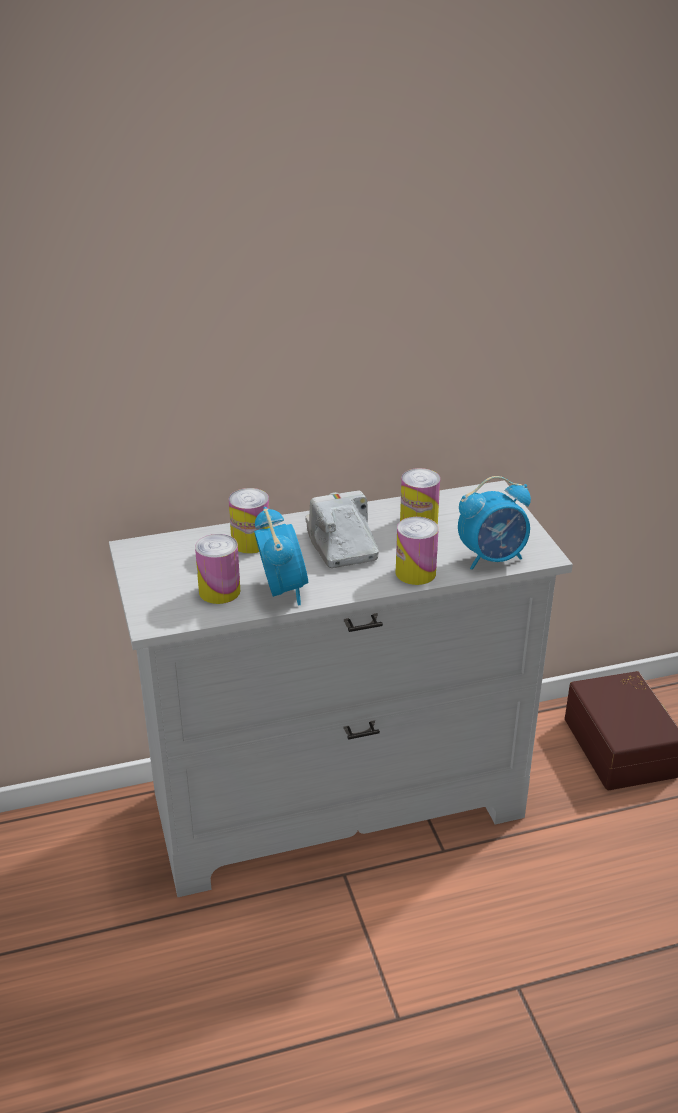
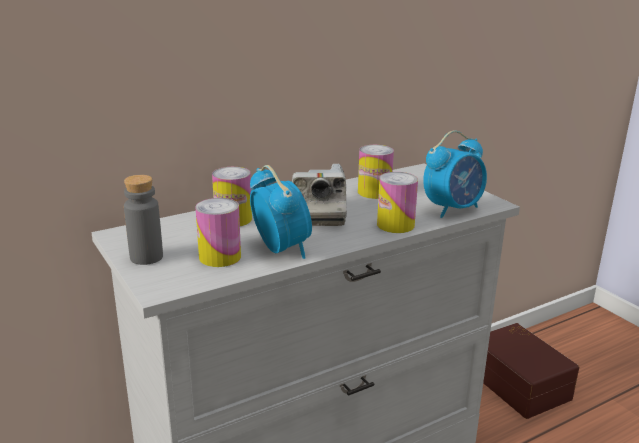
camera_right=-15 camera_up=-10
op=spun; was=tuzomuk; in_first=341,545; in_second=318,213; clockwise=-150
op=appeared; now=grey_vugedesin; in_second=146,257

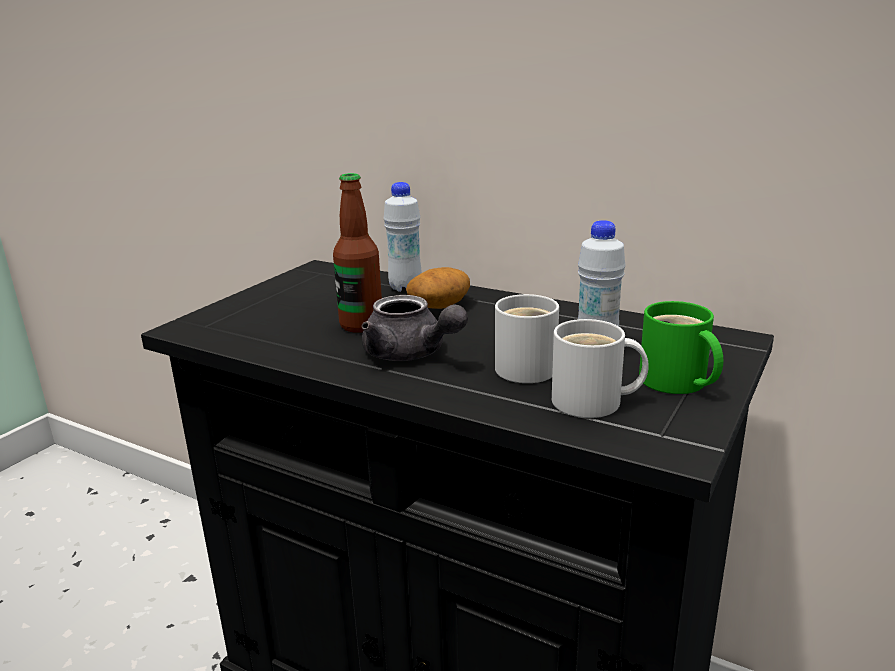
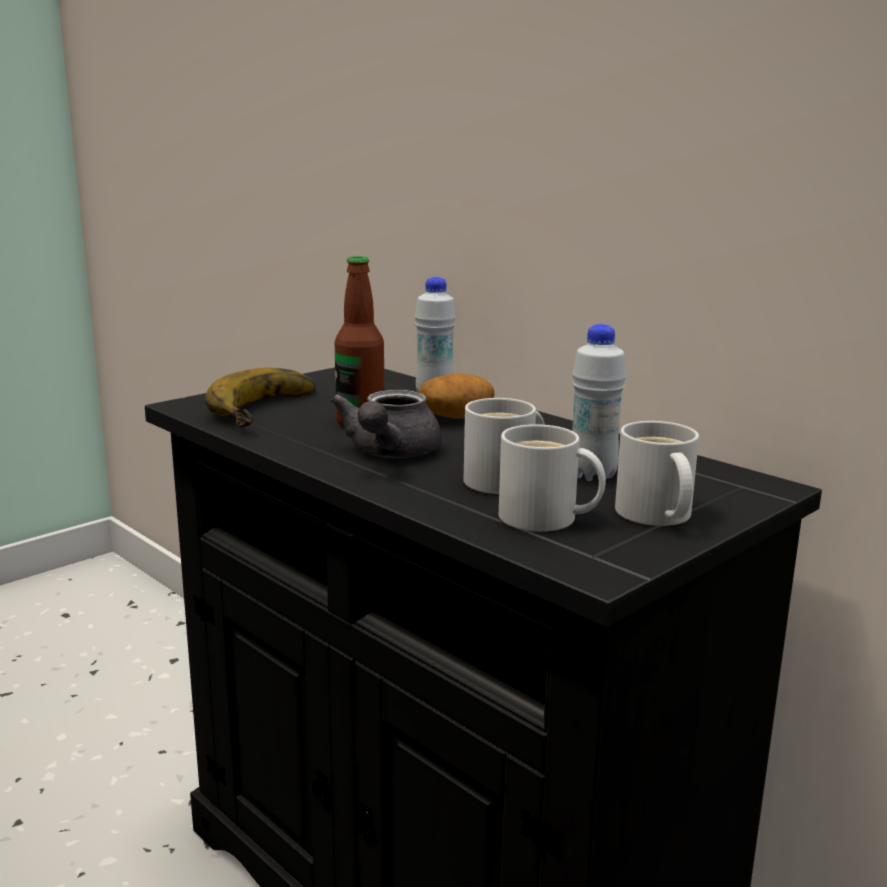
camera_right=15 camera_up=-5
op=spun; was=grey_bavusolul; in_first=411,354; in_second=389,454; clockwise=45
op=colour; was=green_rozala; now=white_rozala; in_first=675,383; in_second=653,515
op=appeared; now=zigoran; in_second=274,410

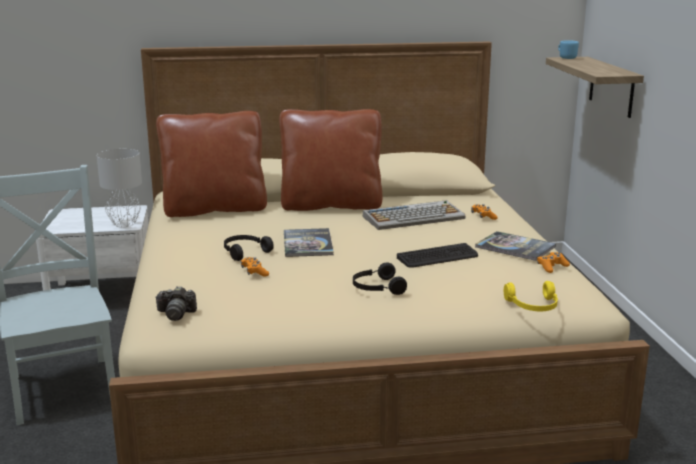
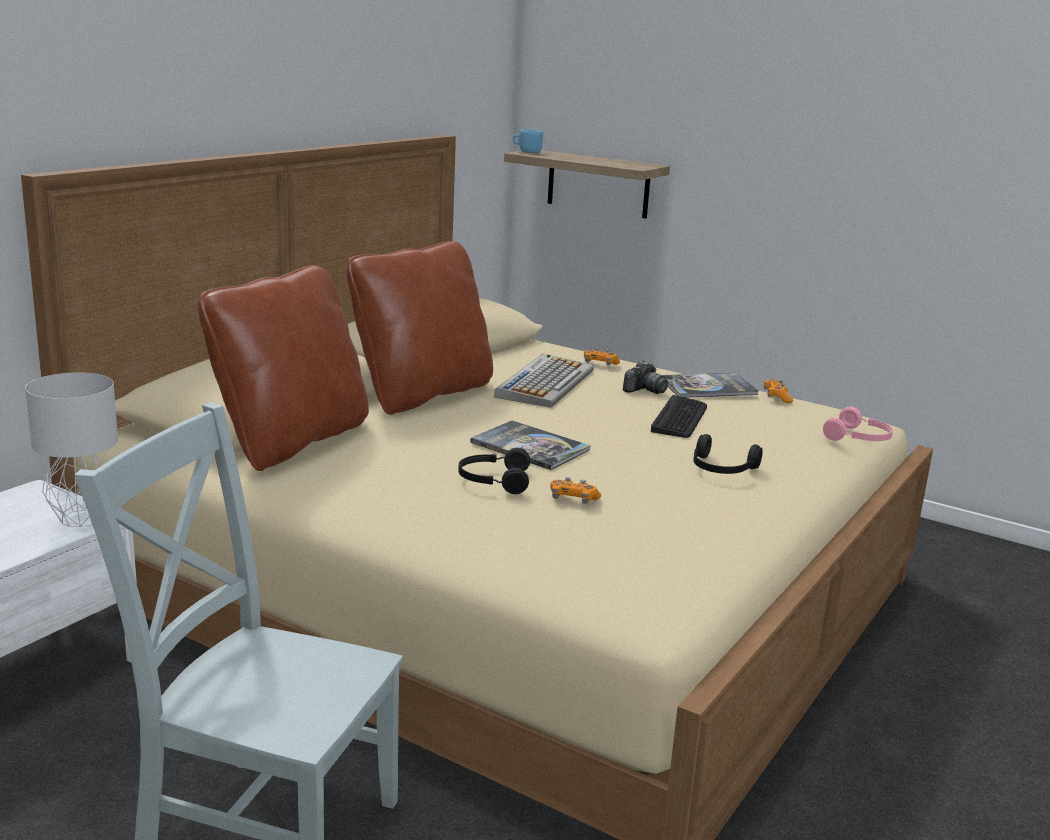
camera_right=-50 camera_up=0
op=relocated; was=tuzomuk; in_first=176,314; in_second=644,390
op=colour; was=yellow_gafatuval; now=pink_gafatuval; in_first=533,306; in_second=859,438

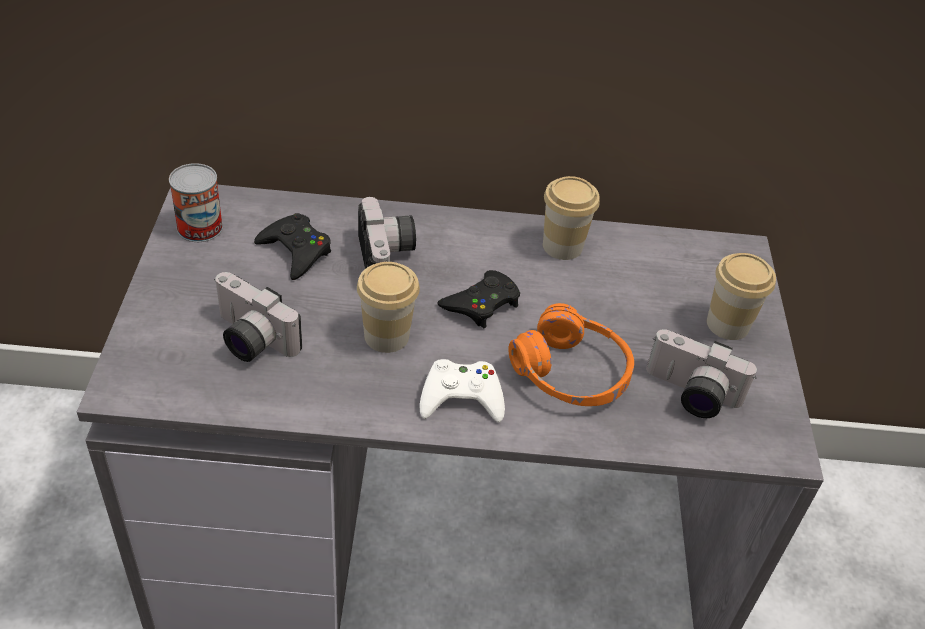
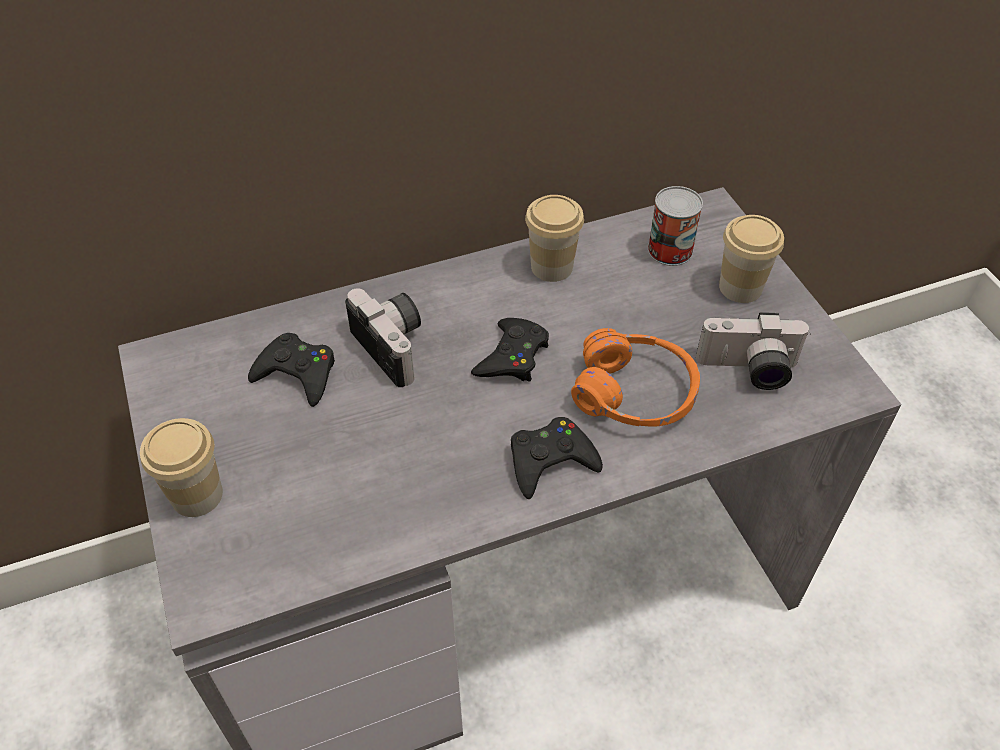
camera_right=-20 camera_up=5
op=relocated; was=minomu; in_first=200,227; in_second=670,250
op=missing; was=tuzomuk; in_first=249,340
op=relocated; was=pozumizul; in_first=386,336; in_second=197,495
op=colour; was=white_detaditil; now=black_detaditil; in_first=461,397; in_second=550,461

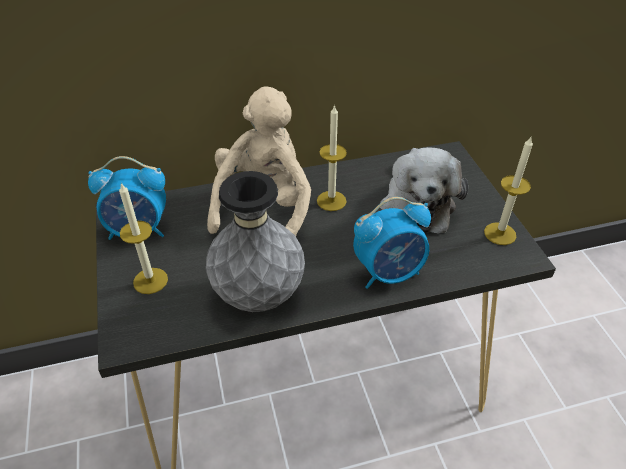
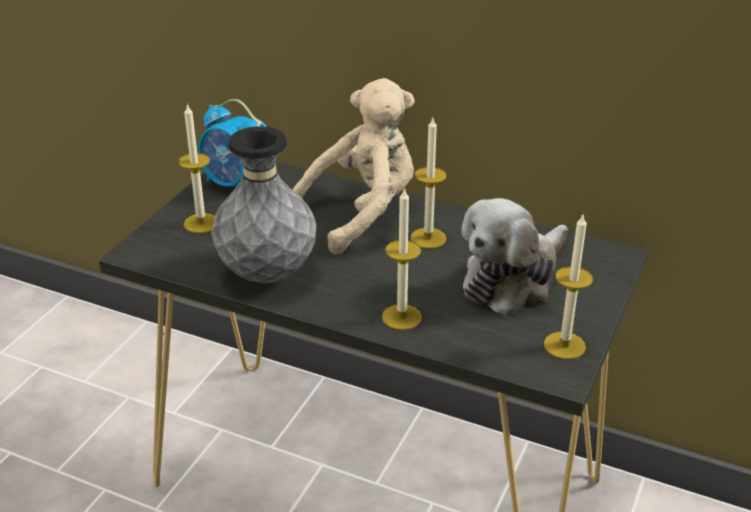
camera_right=40 camera_up=-10
op=exchanged; was=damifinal; now=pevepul; in_first=389,273; in_second=401,317

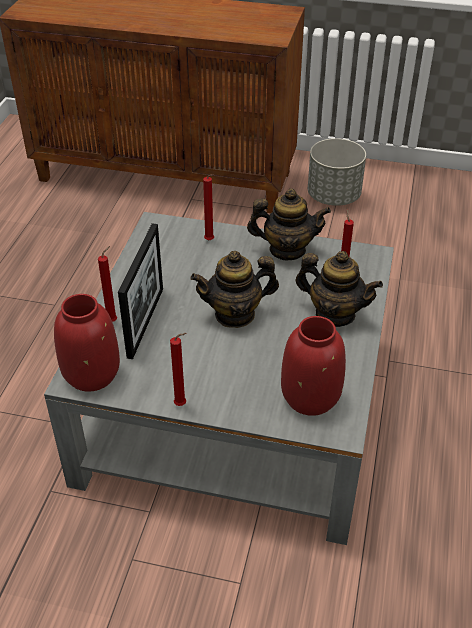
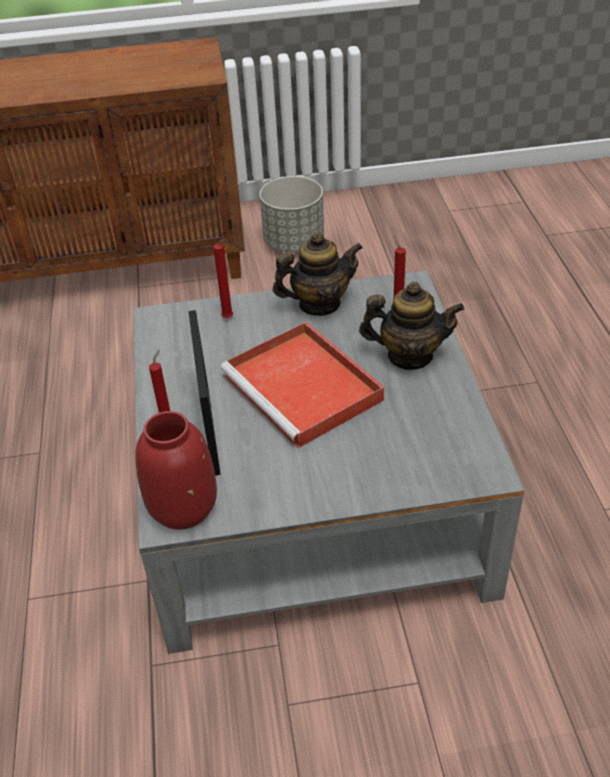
camera_right=-20 camera_up=0
op=missing; was=red_pevepul; in_first=182,404
op=exchanged; was=bavusolul; now=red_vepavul; in_first=235,314; in_second=305,389
op=missing; was=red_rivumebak; in_first=309,397

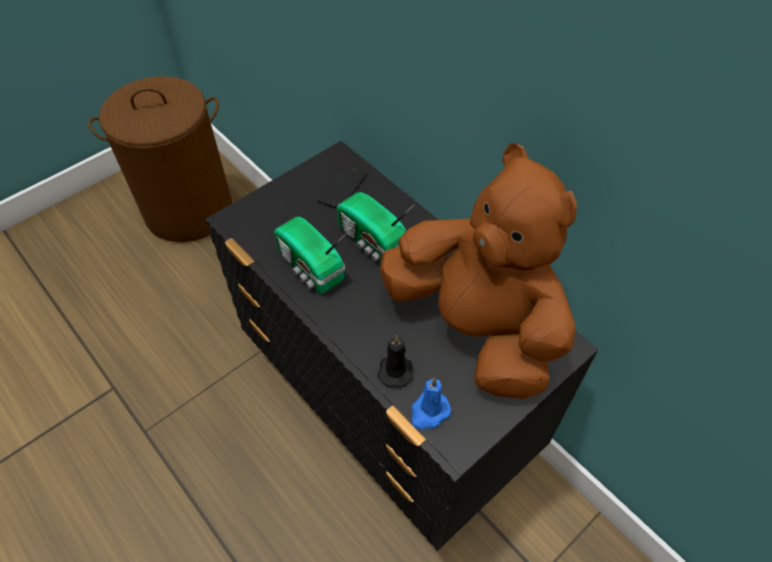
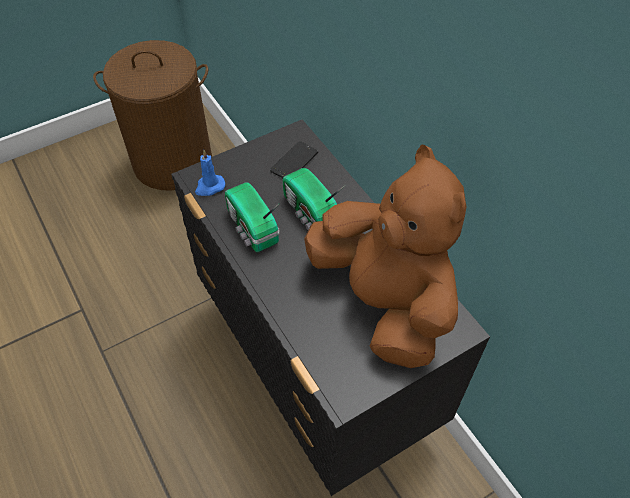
camera_right=10 camera_up=0
op=missing; was=black_pevepul; in_first=395,369
op=relocated; was=blue_pevepul; in_first=429,412; in_second=209,187

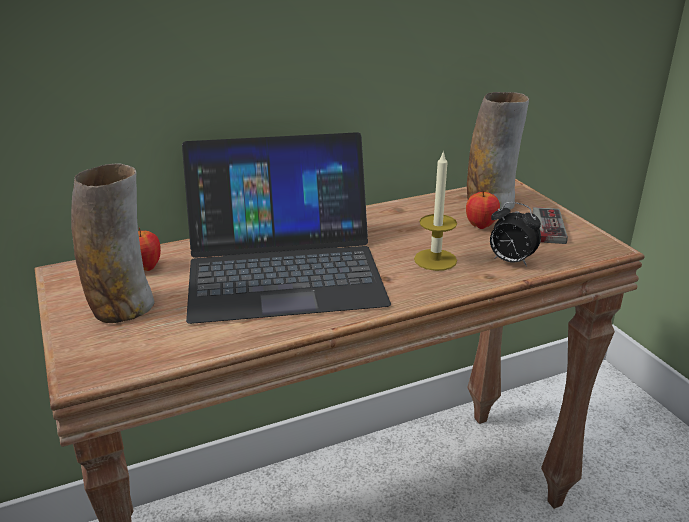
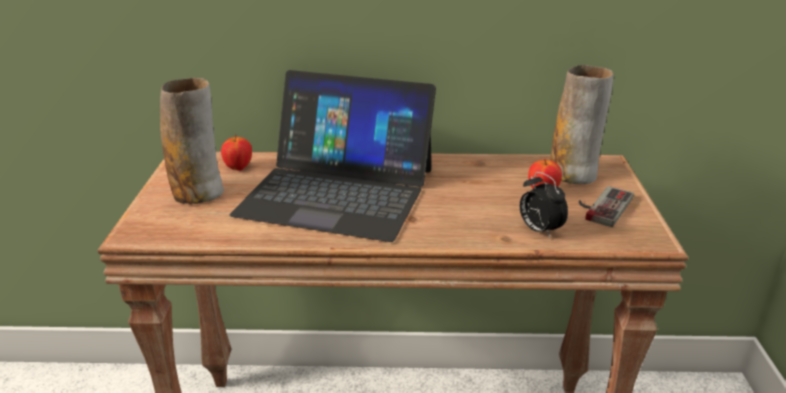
camera_right=25 camera_up=0
op=missing; was=pevepul; in_first=435,260

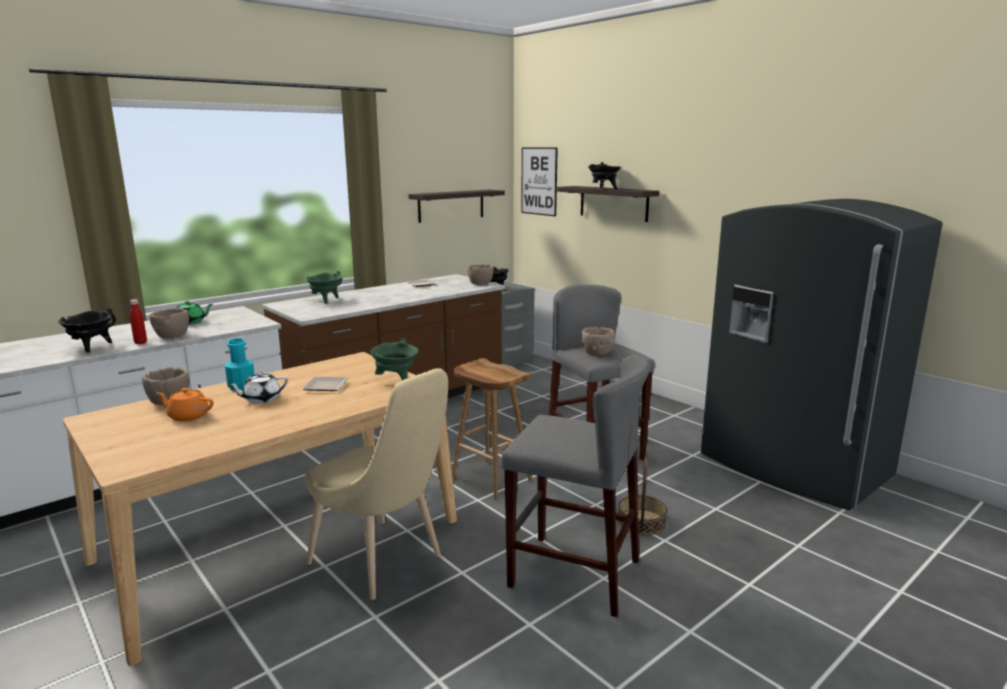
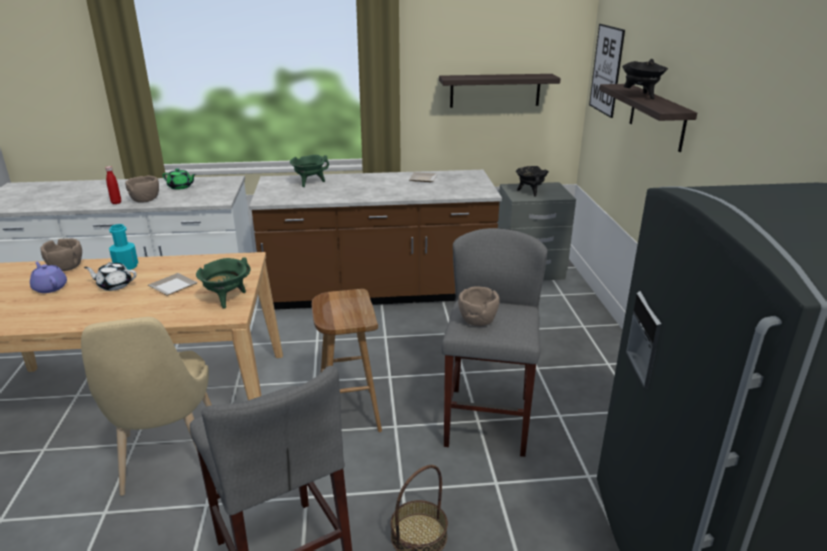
camera_right=35 camera_up=10
op=missing; was=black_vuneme; in_first=91,347
op=colour; was=orange_bavusolul; now=purple_bavusolul; in_first=187,416; in_second=50,287
op=missing; was=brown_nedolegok; in_first=480,283

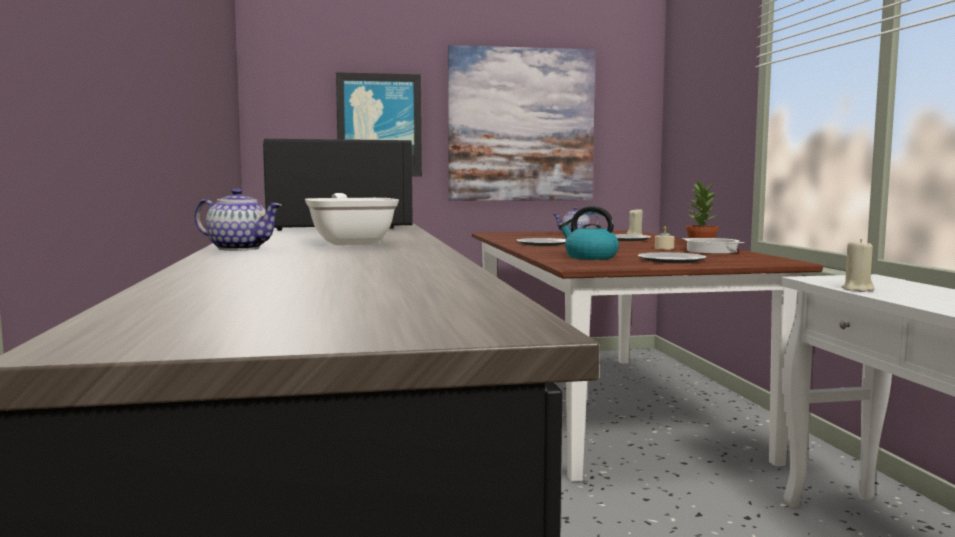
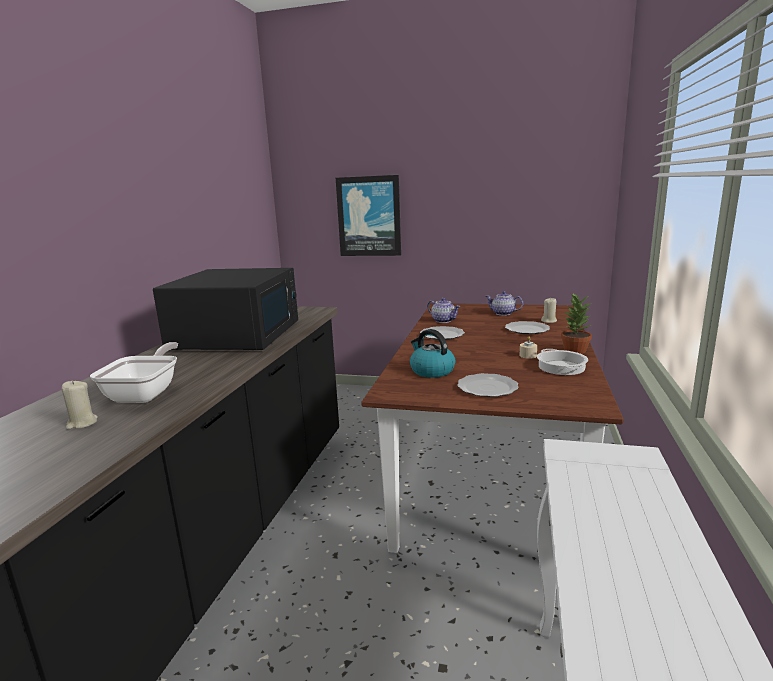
camera_right=25 camera_up=10
op=relocated; was=bavusolul; in_first=240,248; in_second=444,321
op=missing; was=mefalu; in_first=521,125
op=relocated; was=beige_pevepul; in_first=857,289; in_second=82,423

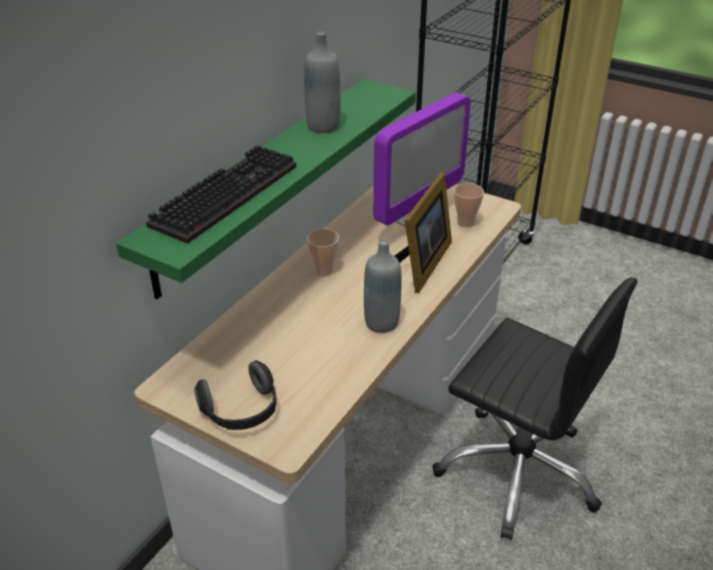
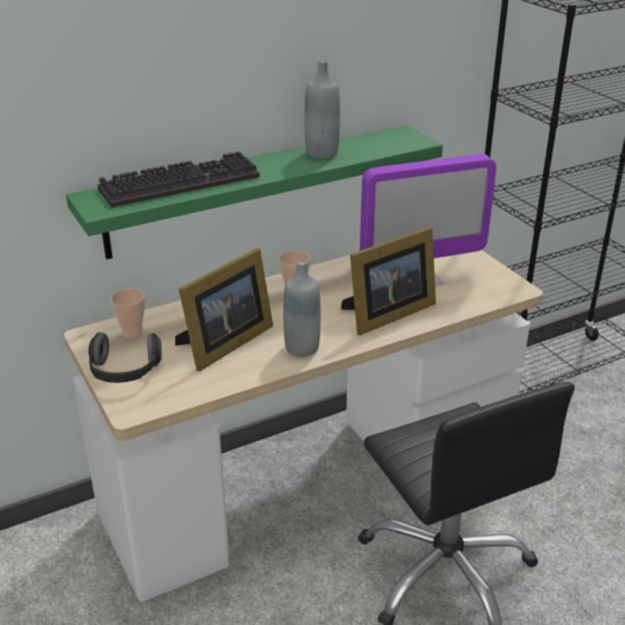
camera_right=30 camera_up=-5
op=relocated; was=pozumizul; in_first=465,223; in_second=132,333
op=appeared; now=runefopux; in_second=224,344

